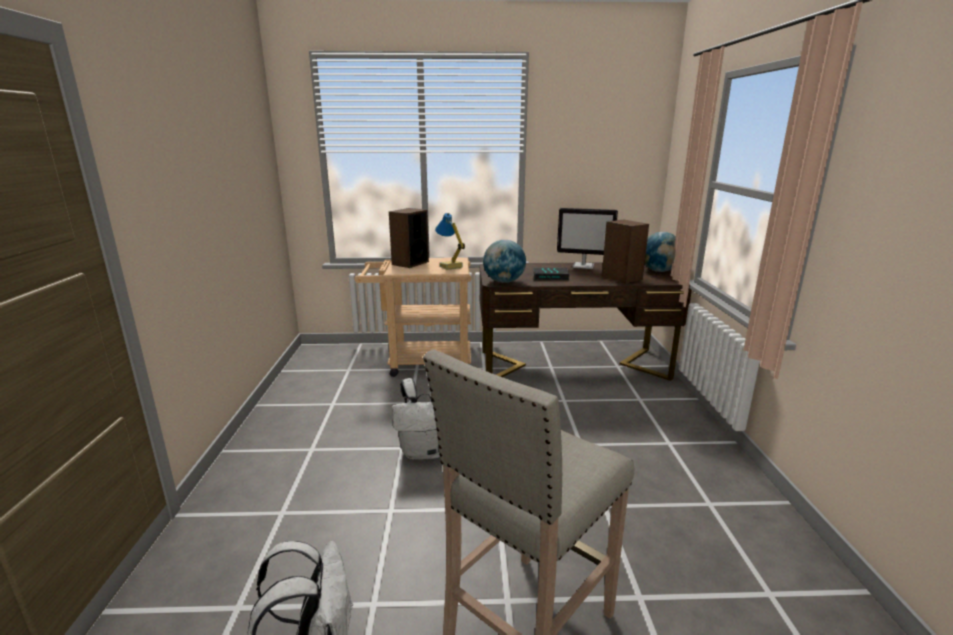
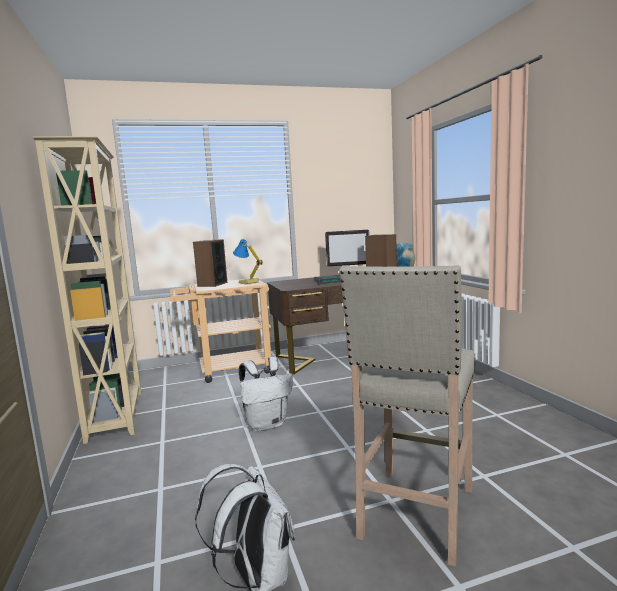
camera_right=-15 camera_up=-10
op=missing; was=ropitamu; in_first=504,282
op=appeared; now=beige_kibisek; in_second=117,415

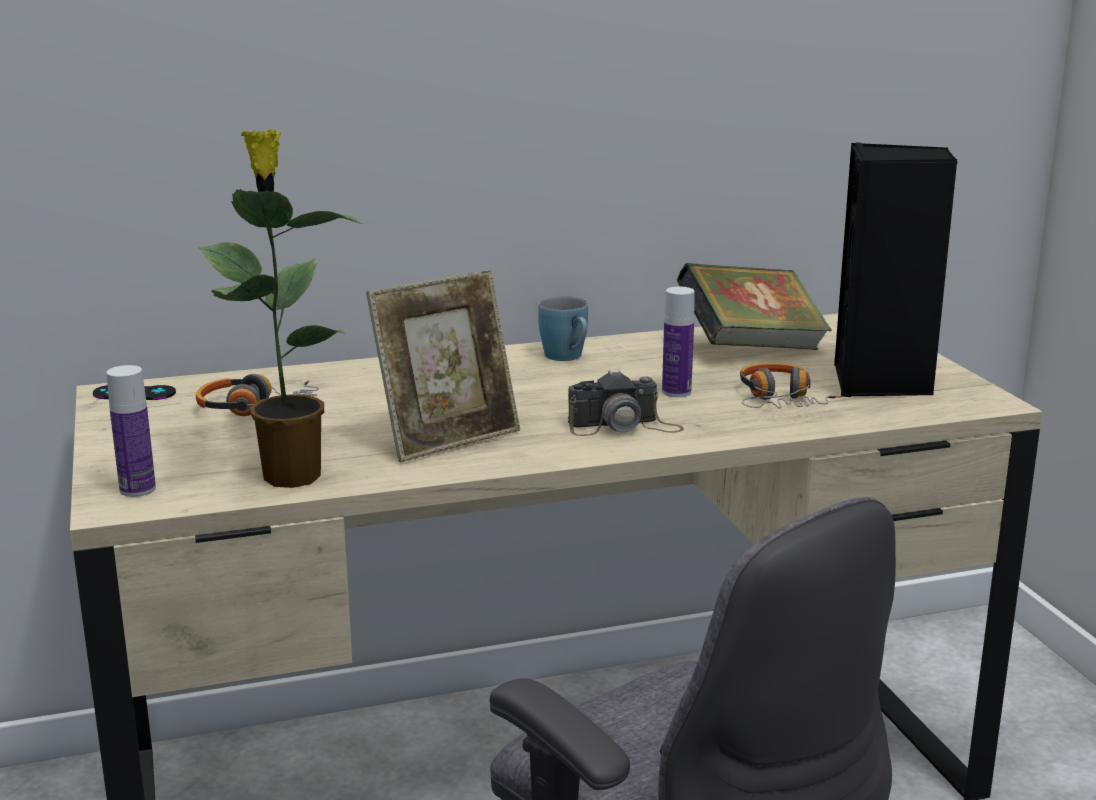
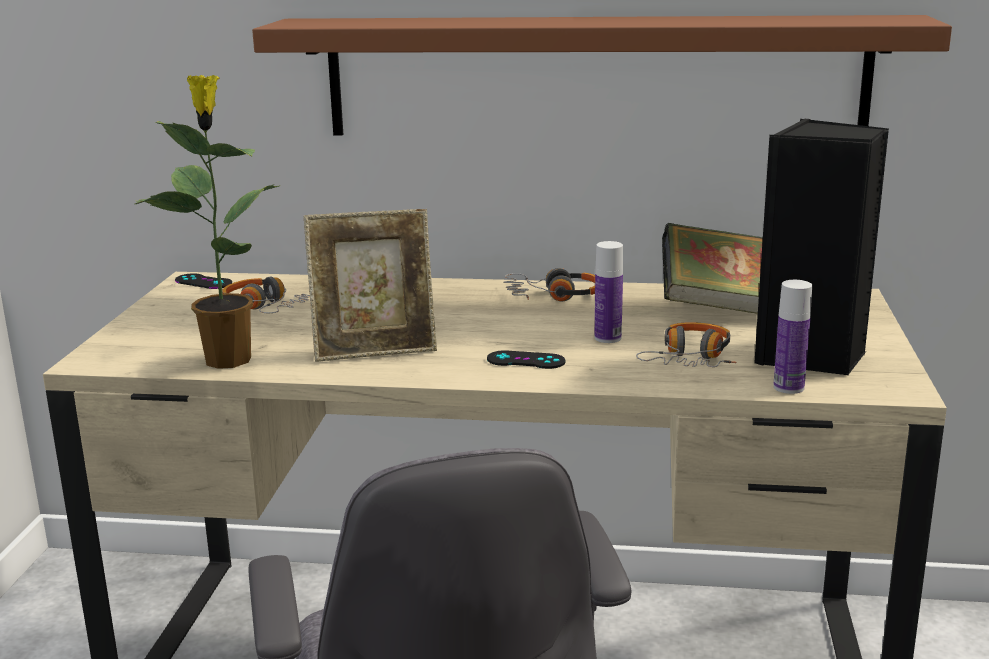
camera_right=25 camera_up=0
op=relocated; was=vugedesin; in_first=137,489; in_second=788,387
op=exchanged; was=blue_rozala; now=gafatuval; in_first=568,358; in_second=553,296
op=exchanged; was=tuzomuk; now=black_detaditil; in_first=624,426; in_second=526,360
op=appeared; now=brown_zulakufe; in_second=593,77

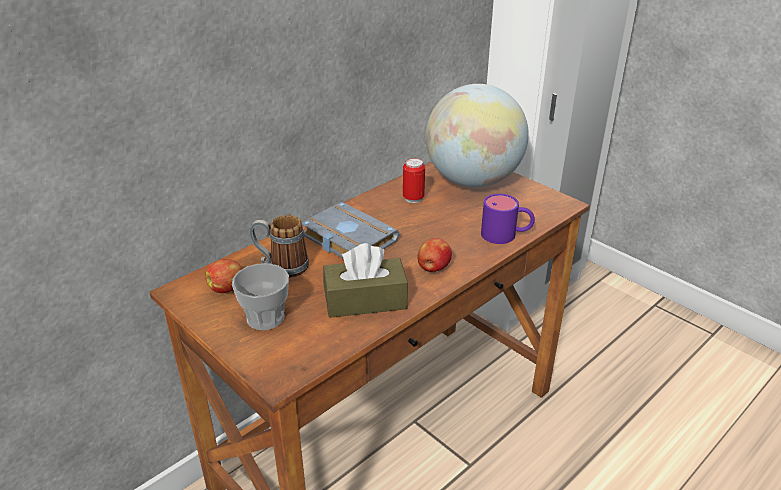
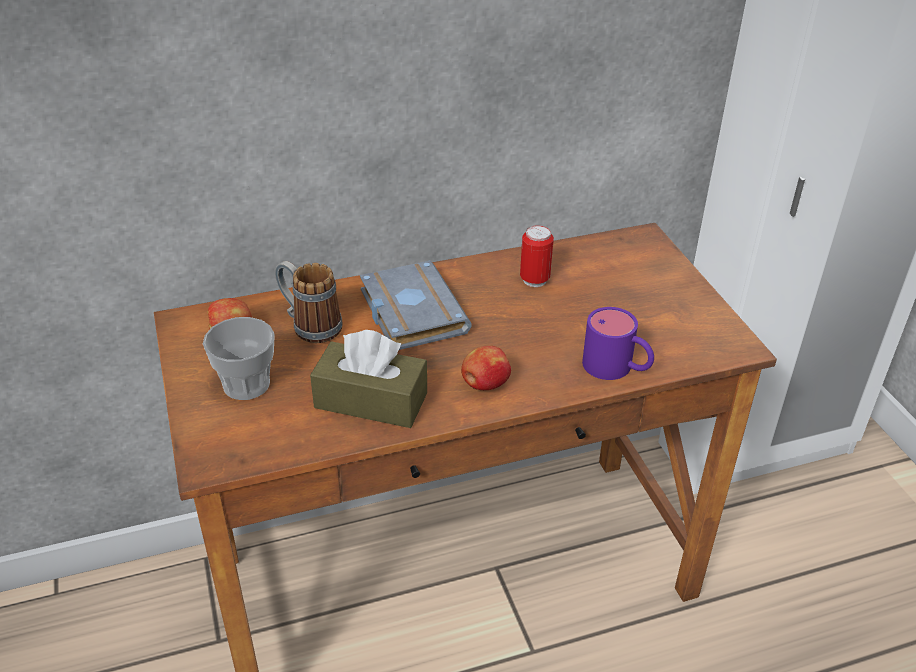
camera_right=25 camera_up=5
op=missing; was=ropitamu; in_first=472,181

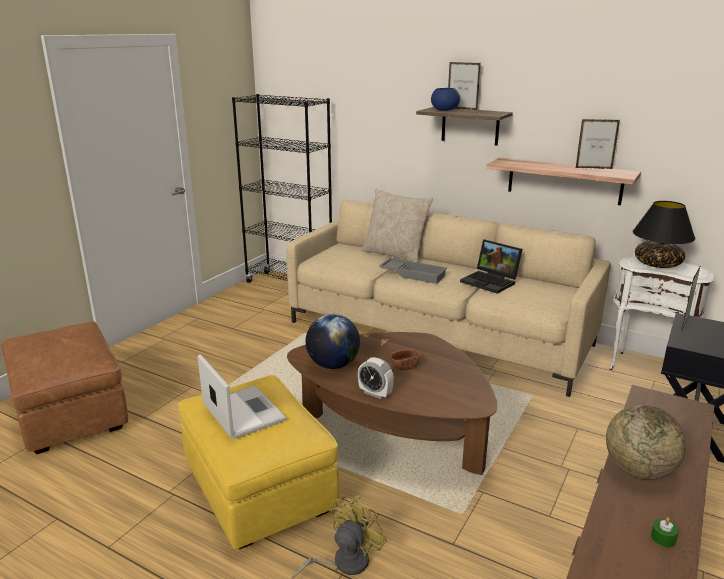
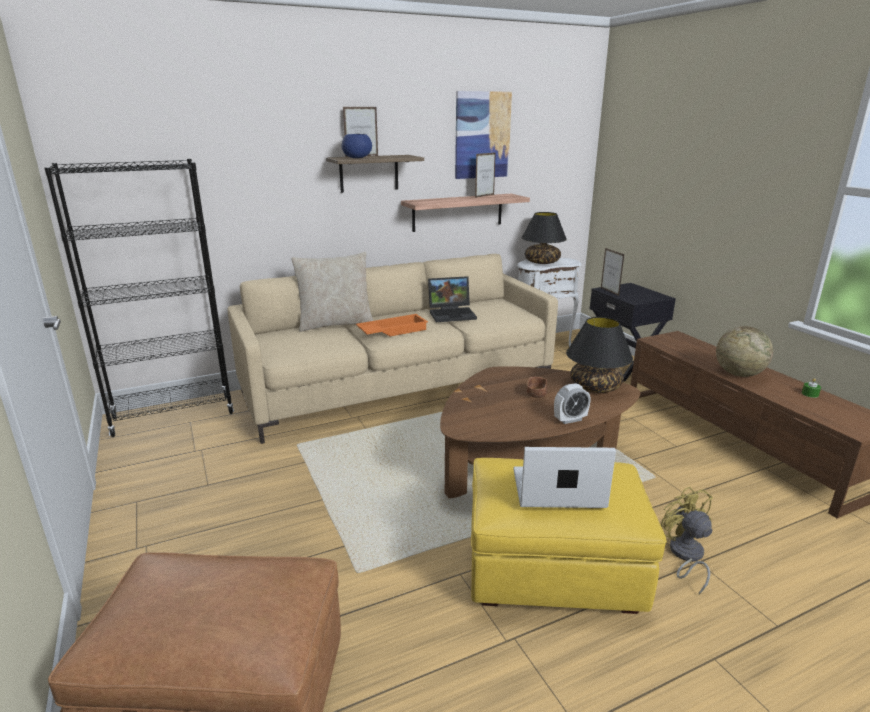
camera_right=-55 camera_up=0
op=missing; was=ropitamu; in_first=333,365
op=colour; was=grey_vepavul; now=orange_vepavul; in_first=413,274; in_second=392,330
op=appeared; now=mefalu; in_second=482,135
op=appeared; now=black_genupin; in_second=595,386

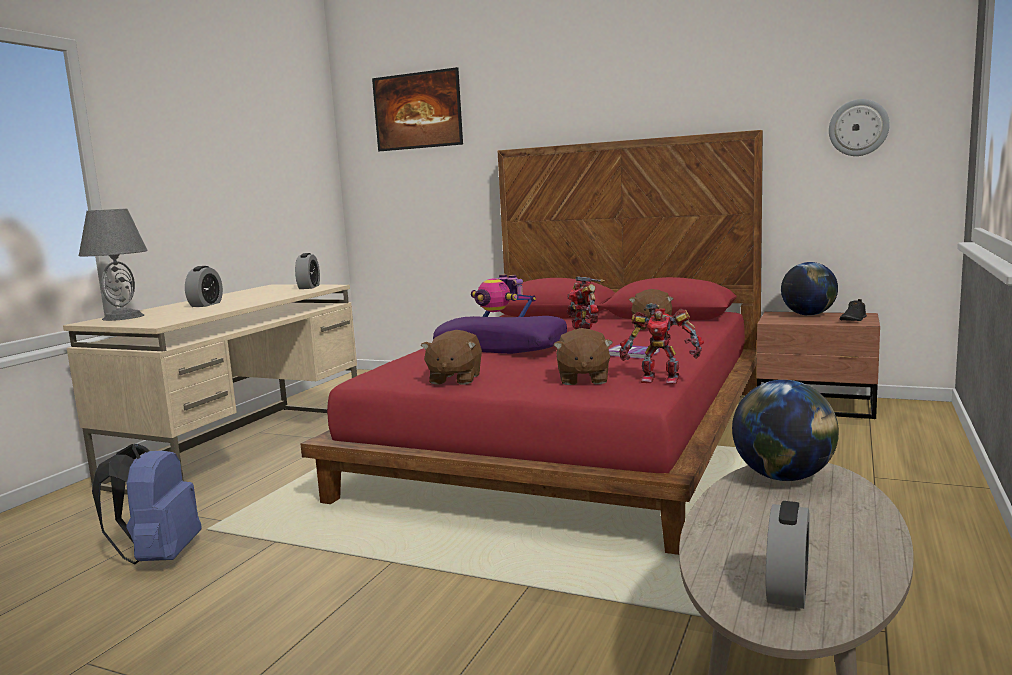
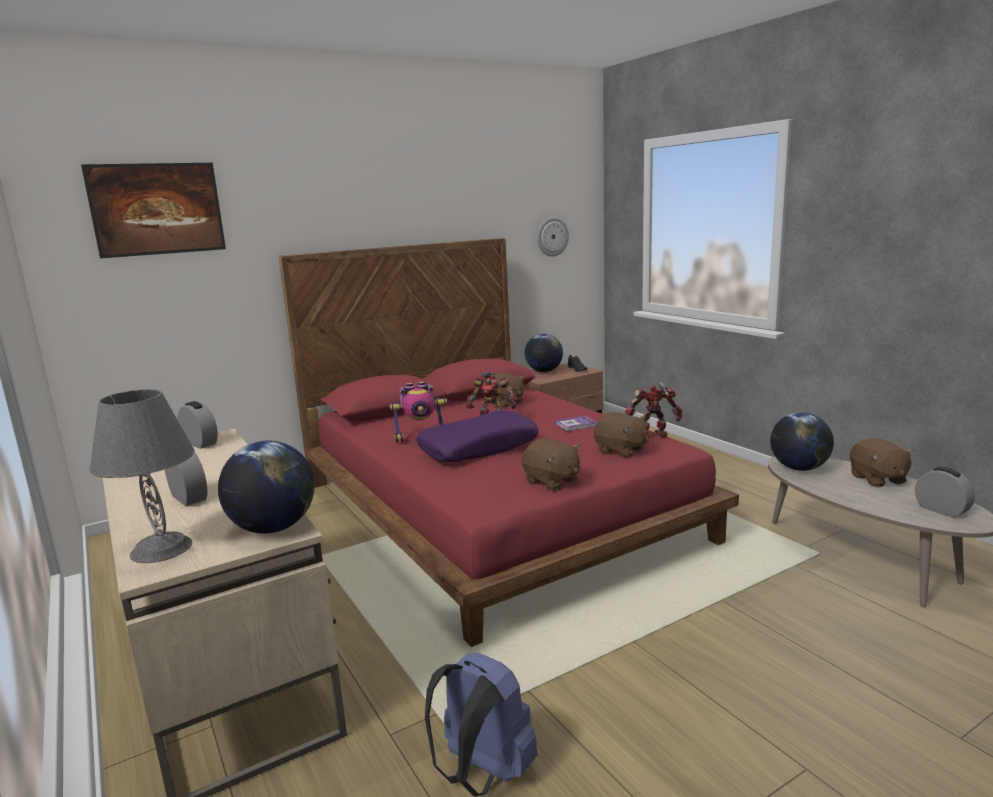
camera_right=-55 camera_up=5
op=spun; was=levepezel; in_first=660,379; in_second=653,435; clockwise=-150
op=appeared; now=ropitamu; in_second=273,528
op=appeared; now=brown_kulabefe; in_second=877,479

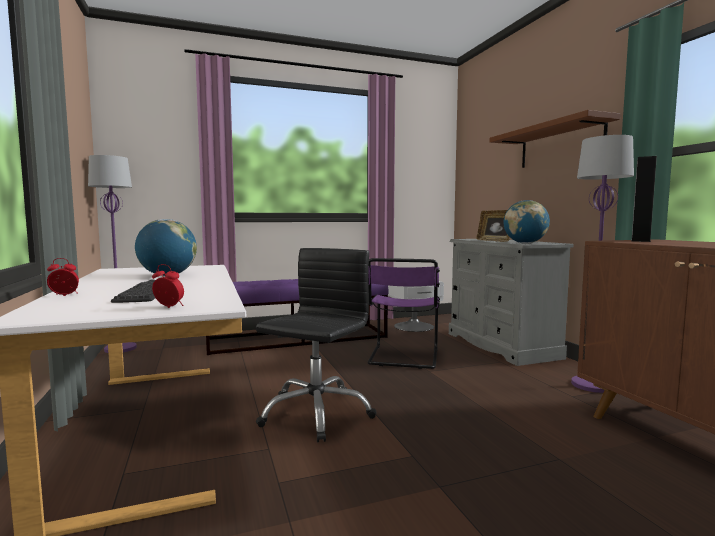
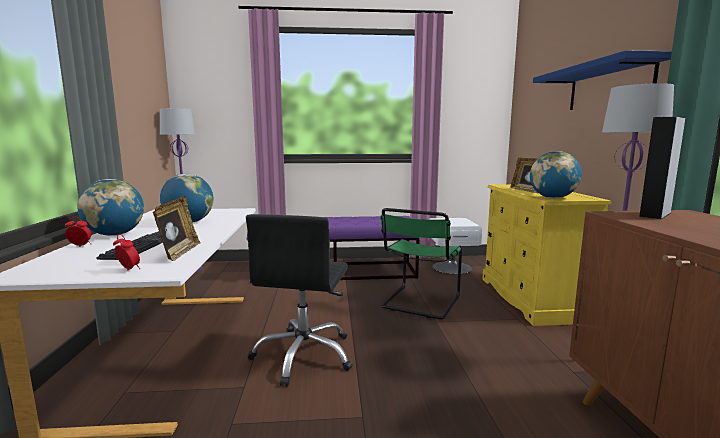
camera_right=15 camera_up=5
op=spun; was=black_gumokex; in_first=316,413; in_second=304,355; clockwise=150
op=colour; was=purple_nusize; now=green_nusize; in_first=403,358; in_second=420,303
op=colour; was=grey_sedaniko; now=yellow_sedaniko; in_first=501,345; in_second=530,298
op=colour; was=brown_zulakufe; now=blue_zulakufe; in_first=560,145; in_second=608,86
op=appeared; now=ropitamu; in_second=115,235
op=appeared; now=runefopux; in_second=179,253

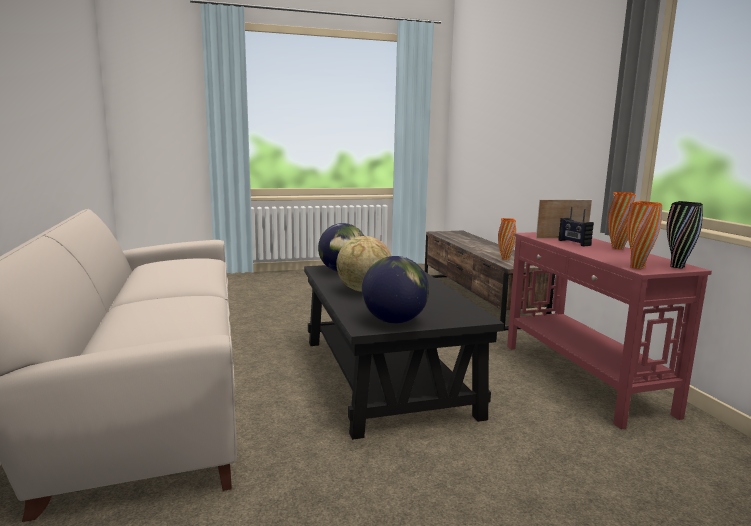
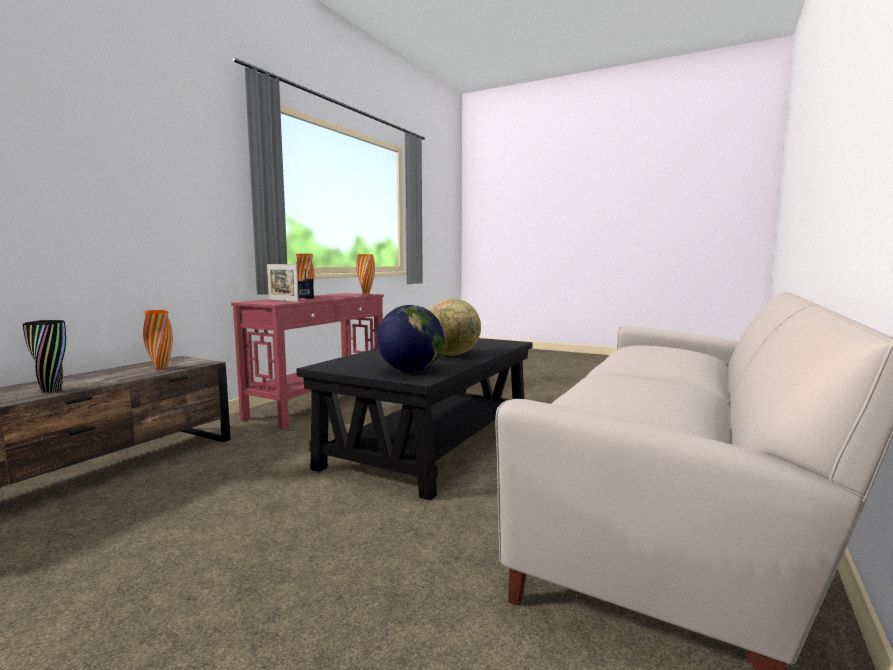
camera_right=-135 camera_up=-5
op=missing; was=ropitamu; in_first=394,321
op=relocated; was=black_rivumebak; in_first=677,267; in_second=52,390

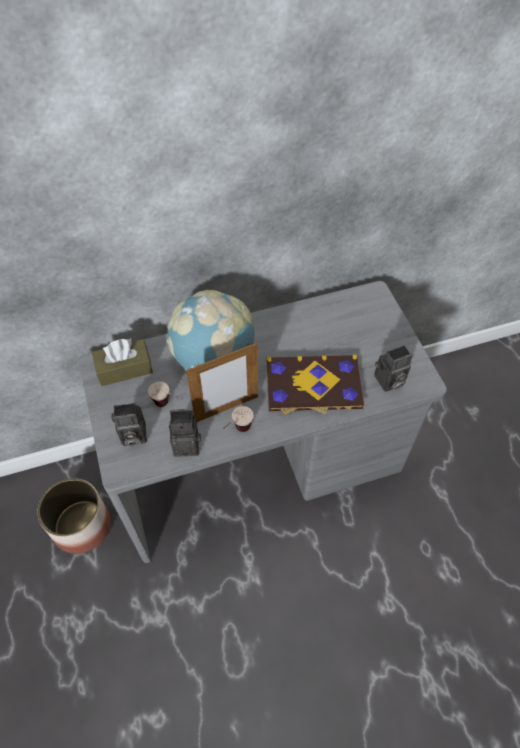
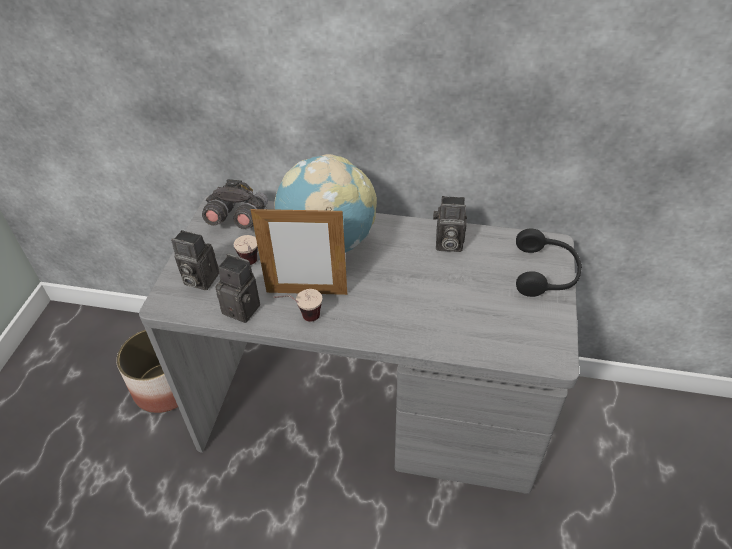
camera_right=30 camera_up=-10
op=exchanged; was=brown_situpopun; now=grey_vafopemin; in_first=124,369; in_second=238,219
op=missing; was=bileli; in_first=313,386
op=relocated; was=tuzomuk; in_first=388,382; in_second=447,244
op=appeared; now=black_gafatuval; in_second=546,273

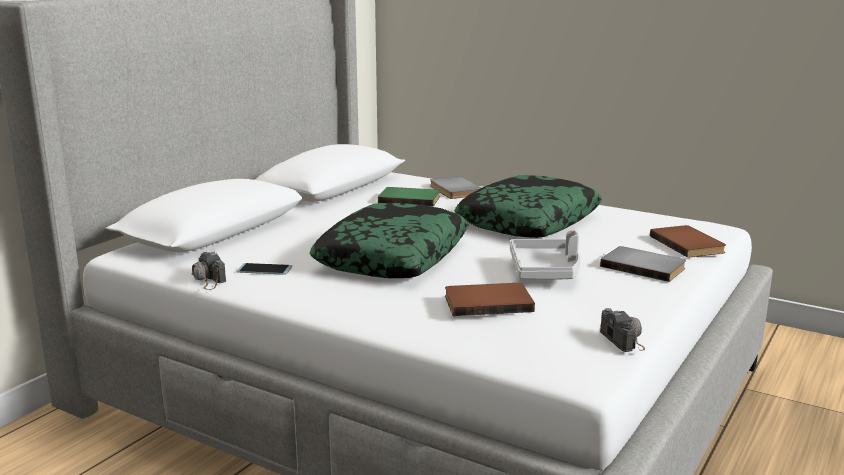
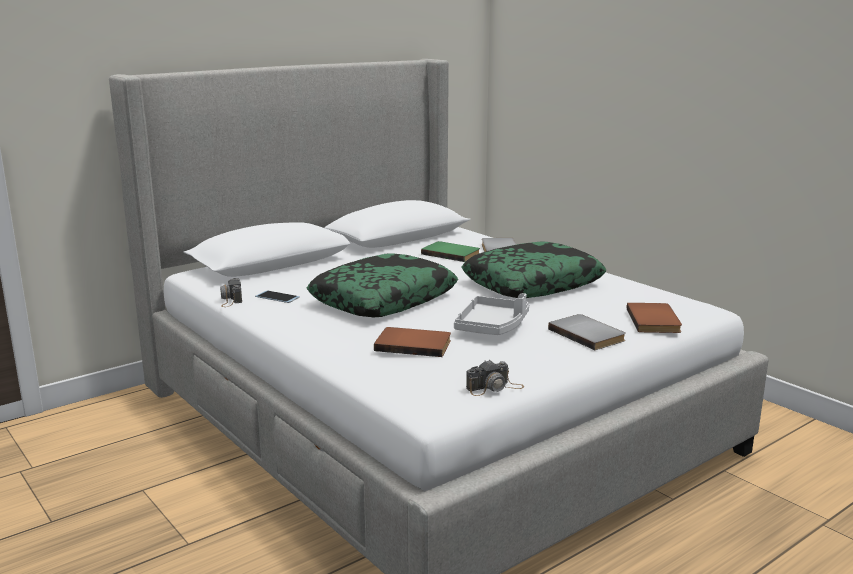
camera_right=20 camera_up=0
op=spun; was=tuzomuk; in_first=621,337; in_second=494,388; clockwise=60

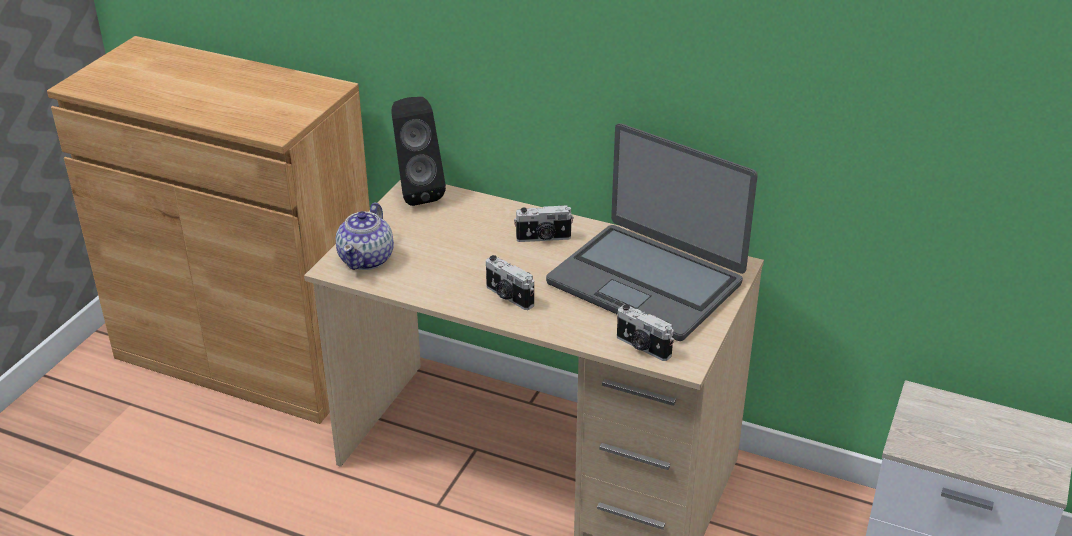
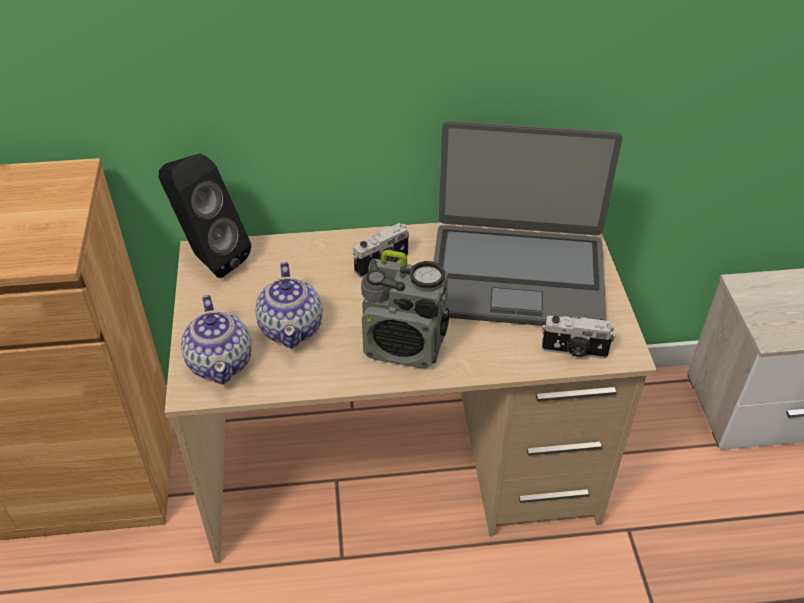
camera_right=-30 camera_up=10
op=exchanged; was=tuzomuk; now=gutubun; in_first=508,297; in_second=404,347
op=appeared; now=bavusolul; in_second=292,327

